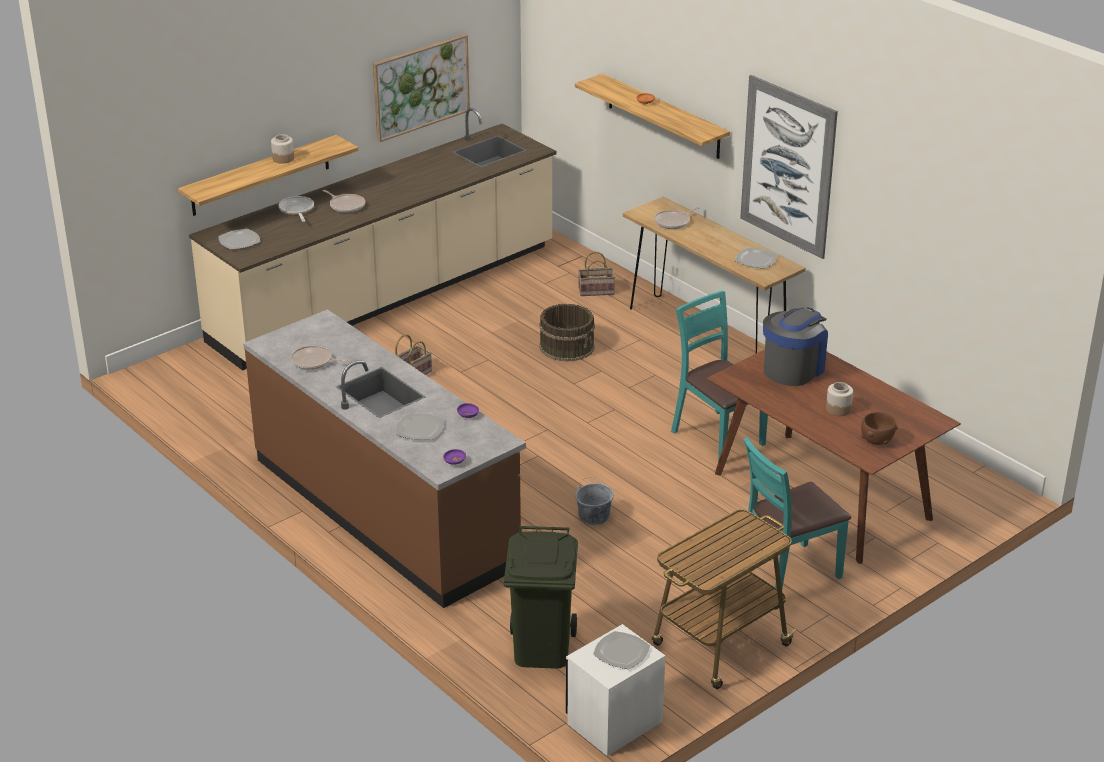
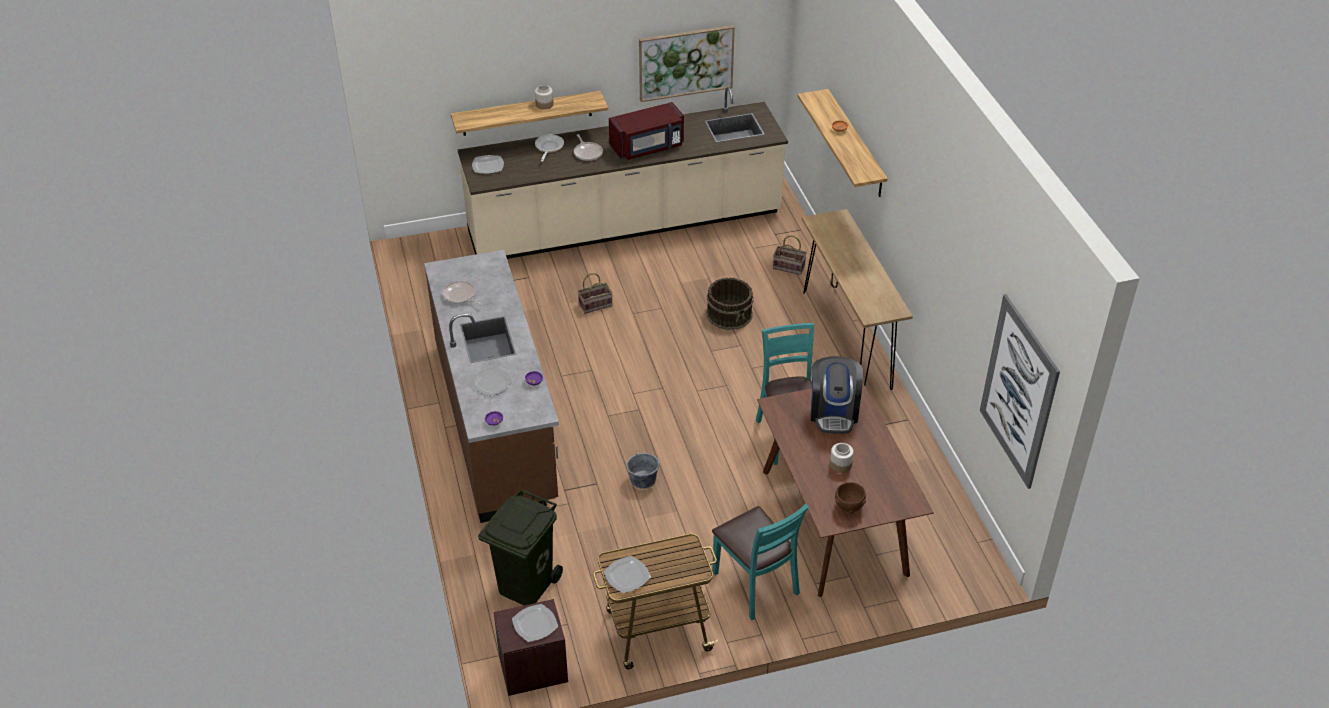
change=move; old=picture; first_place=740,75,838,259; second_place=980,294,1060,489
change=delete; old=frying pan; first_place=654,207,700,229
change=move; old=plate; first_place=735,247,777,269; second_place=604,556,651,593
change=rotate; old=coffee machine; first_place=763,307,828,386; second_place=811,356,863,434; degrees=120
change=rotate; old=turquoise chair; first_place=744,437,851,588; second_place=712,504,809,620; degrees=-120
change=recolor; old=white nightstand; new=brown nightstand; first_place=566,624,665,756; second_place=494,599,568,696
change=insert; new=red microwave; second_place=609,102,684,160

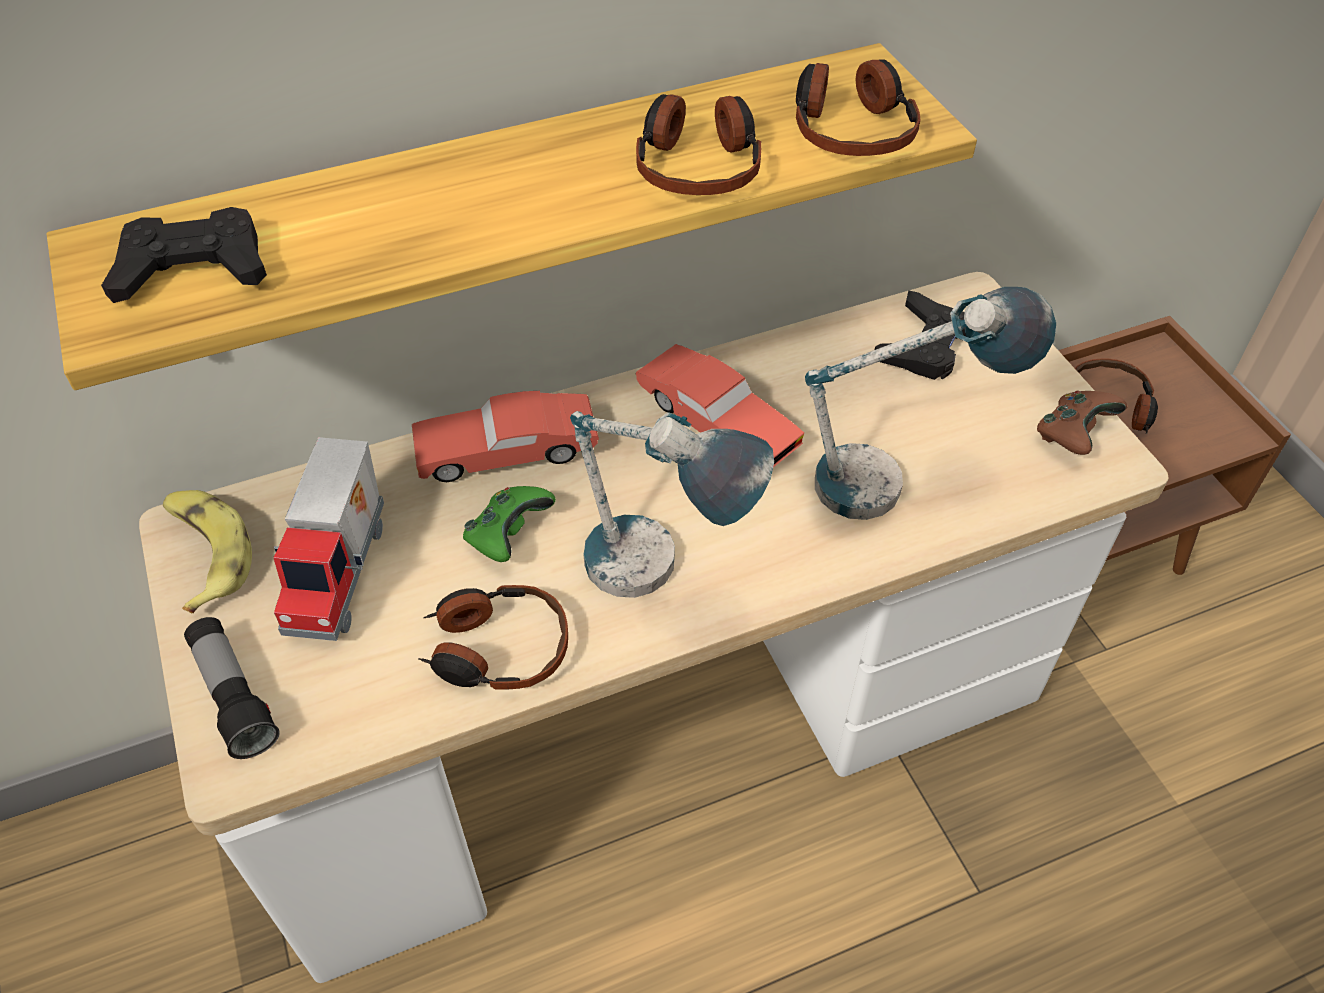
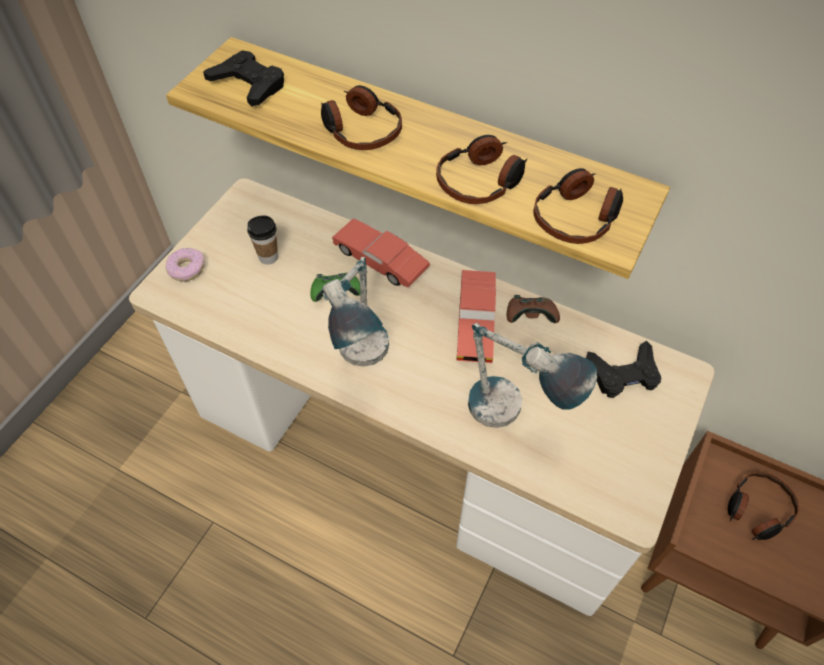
change=move; old=brown game controller; first_place=1037,391,1127,455; second_place=507,295,560,323
change=replace; old=toy truck; new=cup; first_place=273,437,384,641; second_place=247,215,278,265
change=delete; old=banana; first_place=163,490,252,613
change=move; old=headphones; first_place=418,585,568,690; second_place=321,85,402,150
change=replace; old=flashlight; new=donut; first_place=184,617,280,759; second_place=166,248,205,282

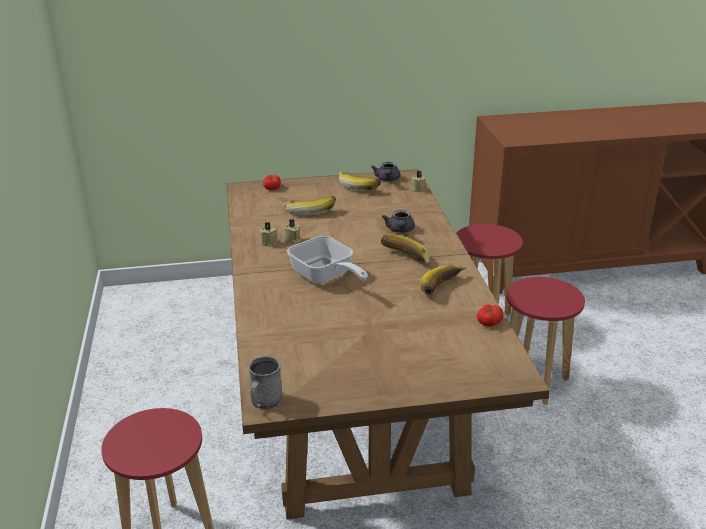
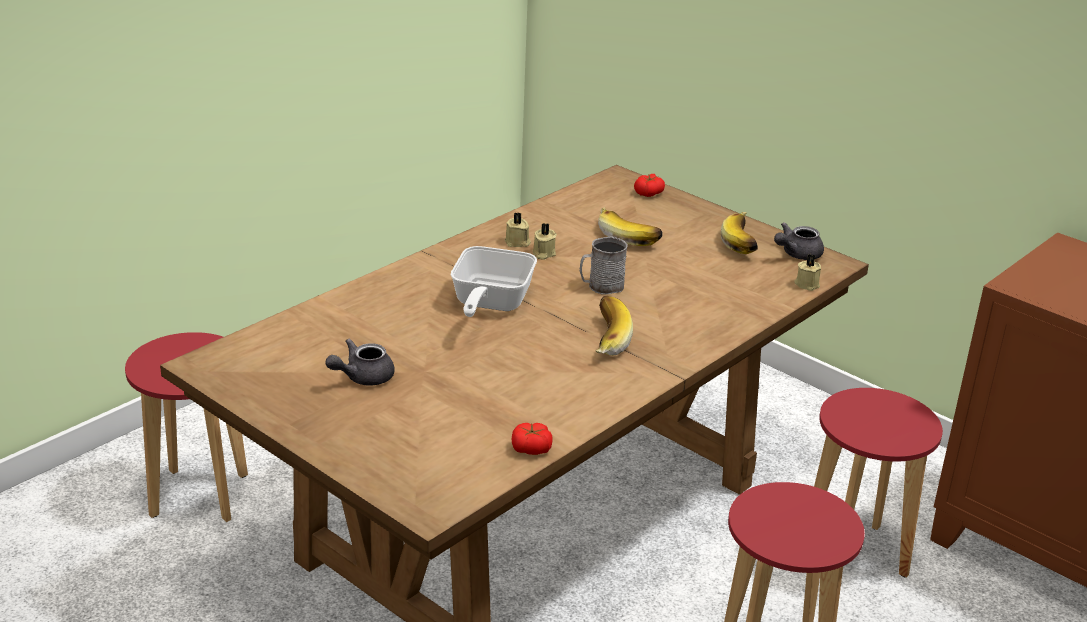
change=move; old=grey teapot; first_place=382,210,415,233; second_place=326,339,395,386
change=delete; old=banana; first_place=420,265,466,295
change=move; old=grey mug; first_place=248,356,282,410; second_place=580,236,628,294

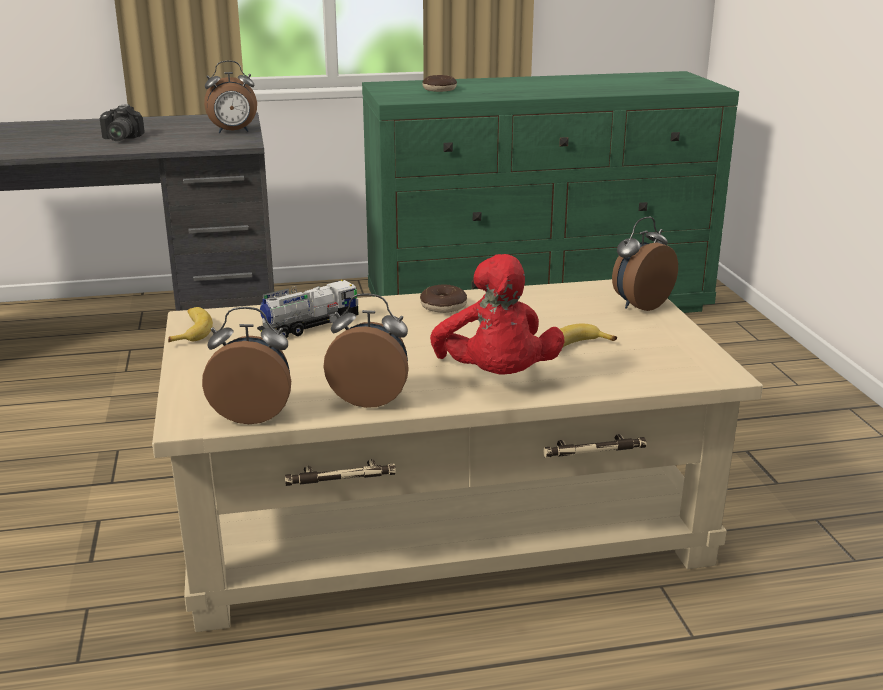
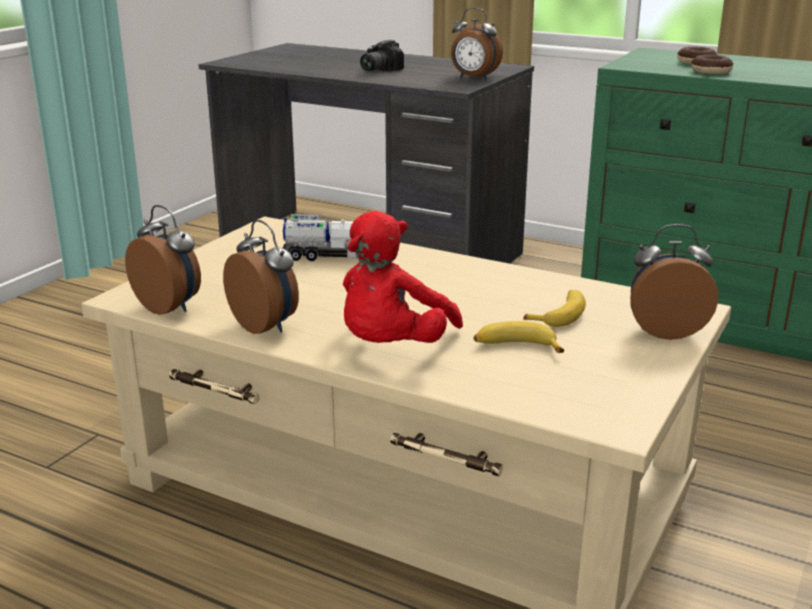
change=move; old=donut; first_place=420,284,467,313; second_place=691,55,733,74
change=move; old=banana; first_place=168,307,213,342; second_place=523,290,586,327

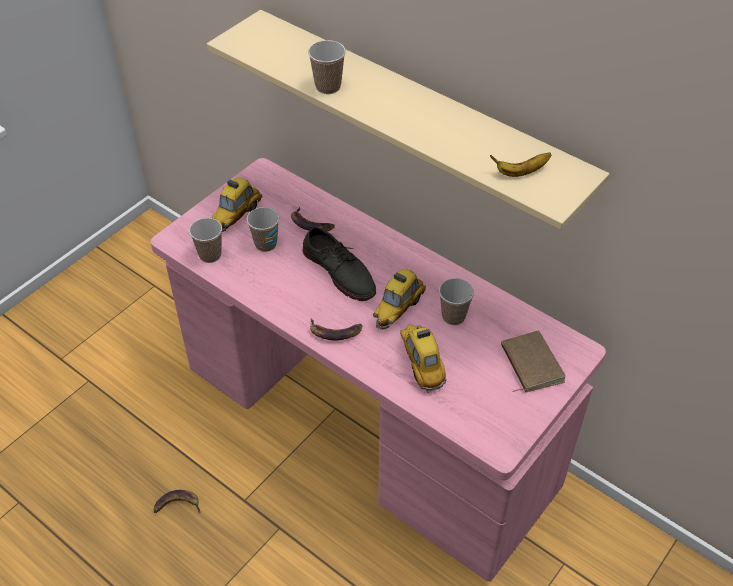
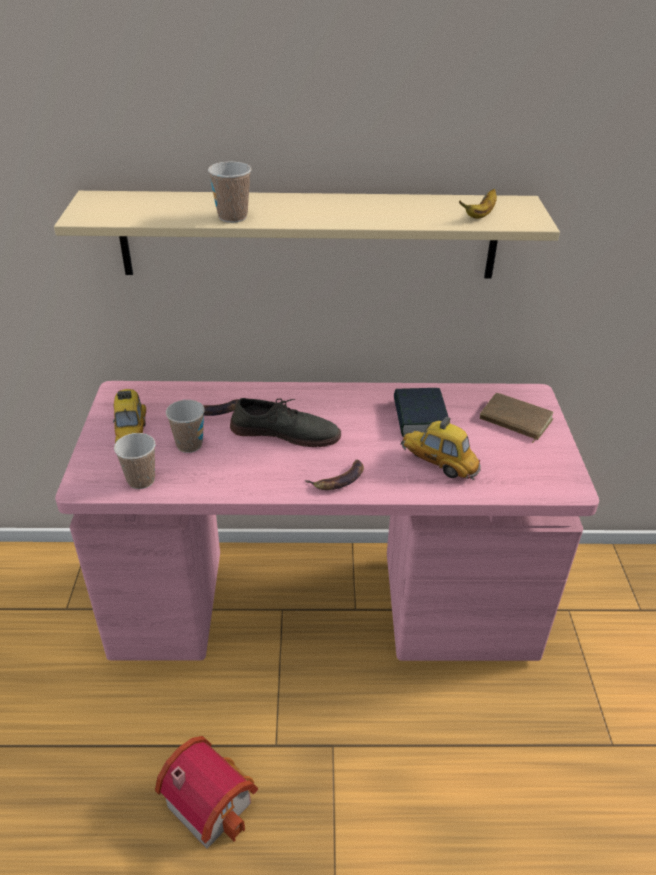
change=delete; old=toy car; first_place=373,269,426,330
change=replace; old=cup; new=book; first_place=439,278,474,325; second_place=394,388,448,436
change=replace; old=banana; new=toy house; first_place=154,490,201,513; second_place=155,736,258,849

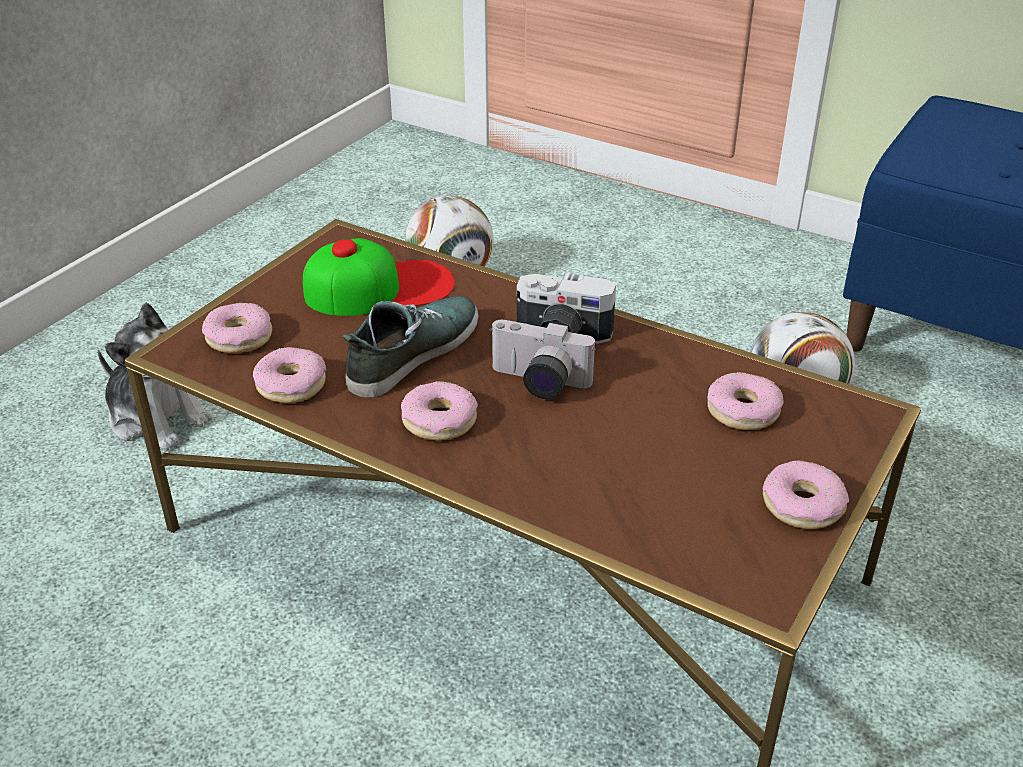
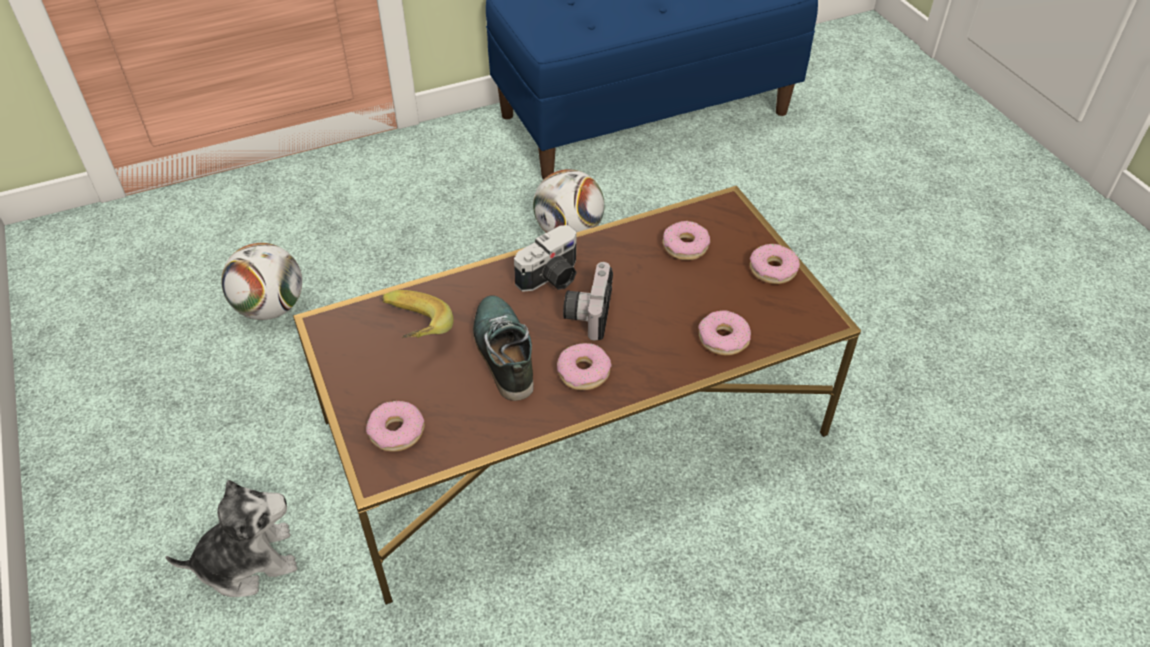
change=replace; old=cap; new=banana; first_place=303,238,455,316; second_place=382,290,454,338
change=rotate; old=photo camera; first_place=489,320,596,399; second_place=563,262,613,341; degrees=135
change=move; old=donut; first_place=253,347,326,403; second_place=698,310,751,355

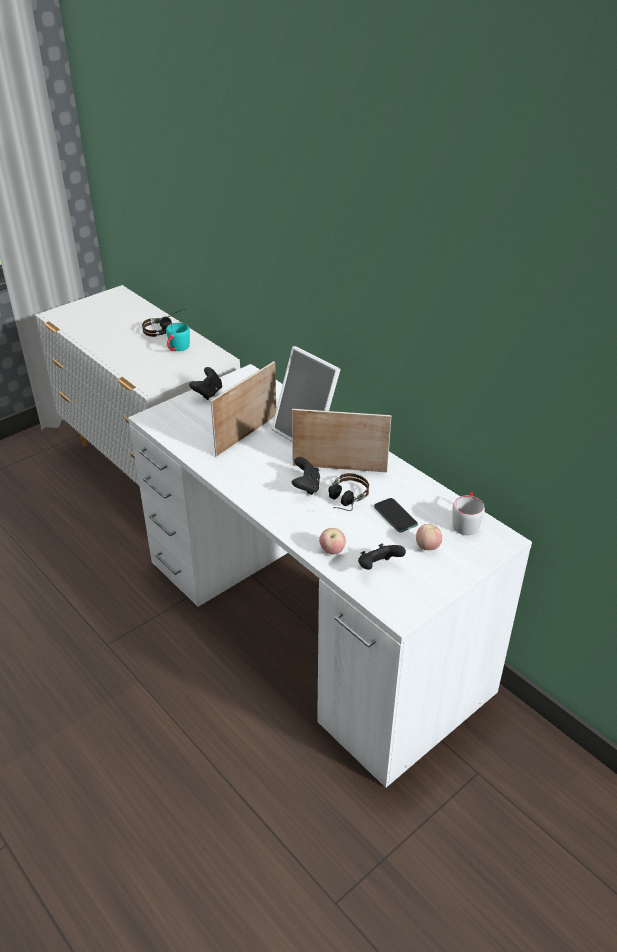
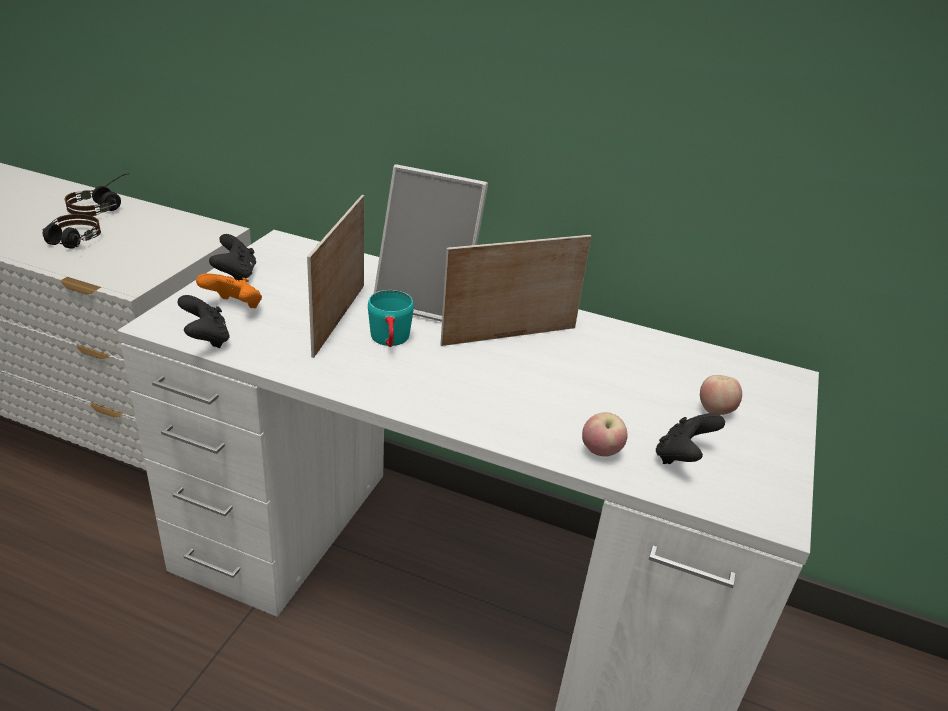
change=move; old=turquoise mug; first_place=166,322,190,351; second_place=368,290,414,347
change=move; old=black game controller; first_place=292,457,320,495; second_place=177,295,230,348
change=move; old=headphones; first_place=328,473,369,511; second_place=43,214,101,249
change=delete; old=grey mug; first_place=452,492,485,535
change=delete; old=phone; first_place=374,498,418,533
change=insert; new=orange game controller; second_place=196,273,262,308

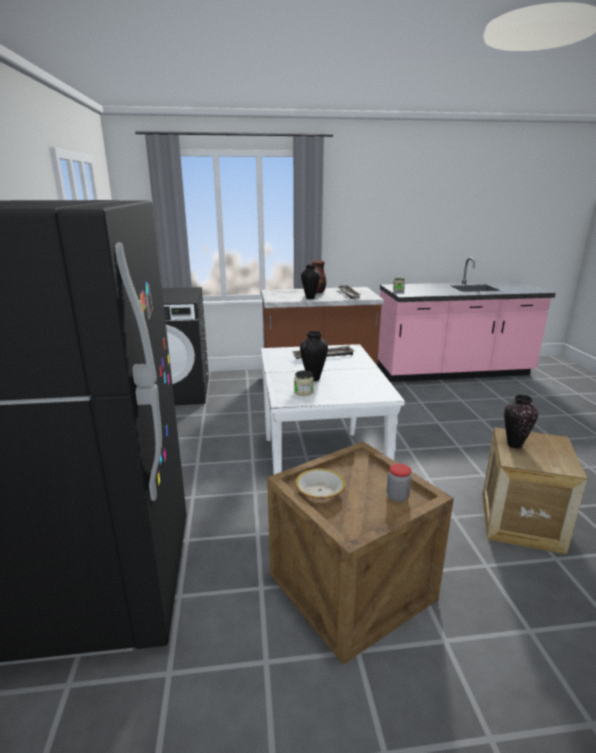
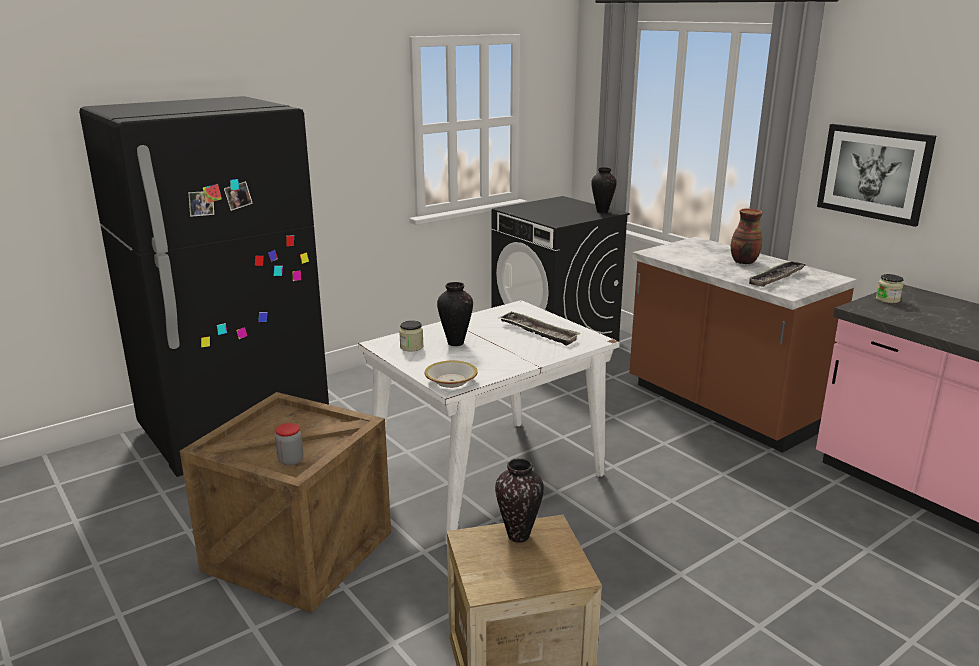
change=move; old=vase; first_place=301,265,320,299; second_place=591,167,617,213
change=move; old=bowl; first_place=295,469,346,500; second_place=425,361,478,388
change=insert; new=picture; second_place=817,124,936,227

